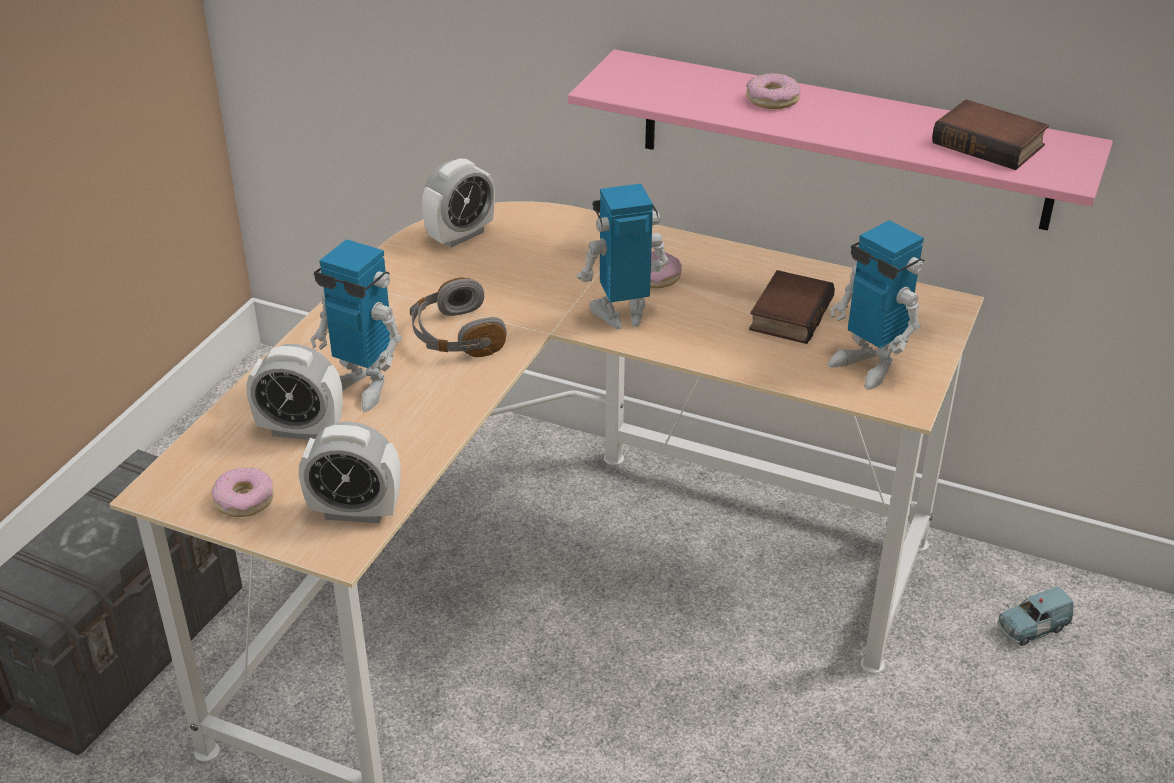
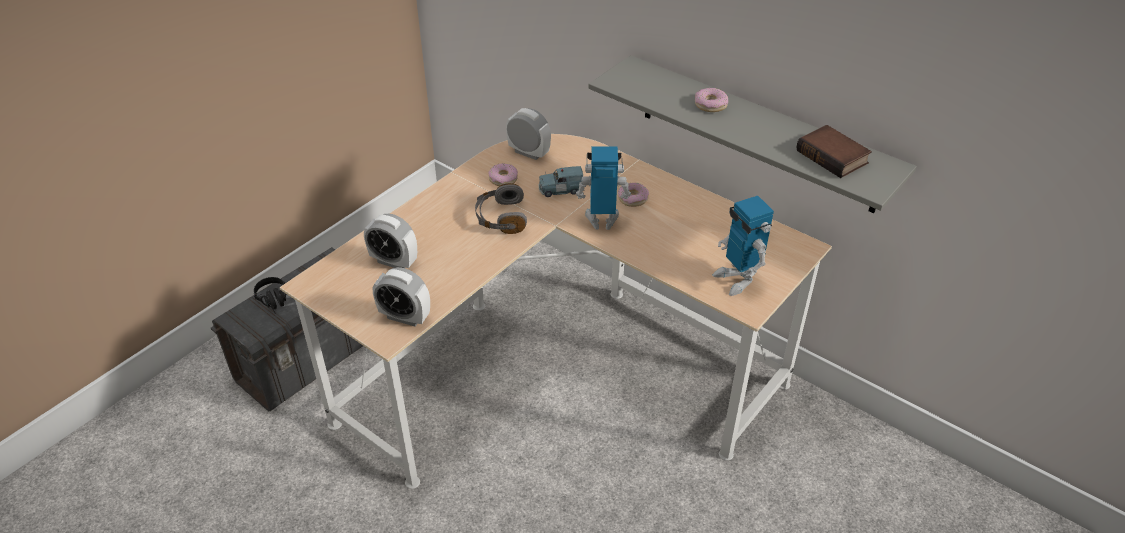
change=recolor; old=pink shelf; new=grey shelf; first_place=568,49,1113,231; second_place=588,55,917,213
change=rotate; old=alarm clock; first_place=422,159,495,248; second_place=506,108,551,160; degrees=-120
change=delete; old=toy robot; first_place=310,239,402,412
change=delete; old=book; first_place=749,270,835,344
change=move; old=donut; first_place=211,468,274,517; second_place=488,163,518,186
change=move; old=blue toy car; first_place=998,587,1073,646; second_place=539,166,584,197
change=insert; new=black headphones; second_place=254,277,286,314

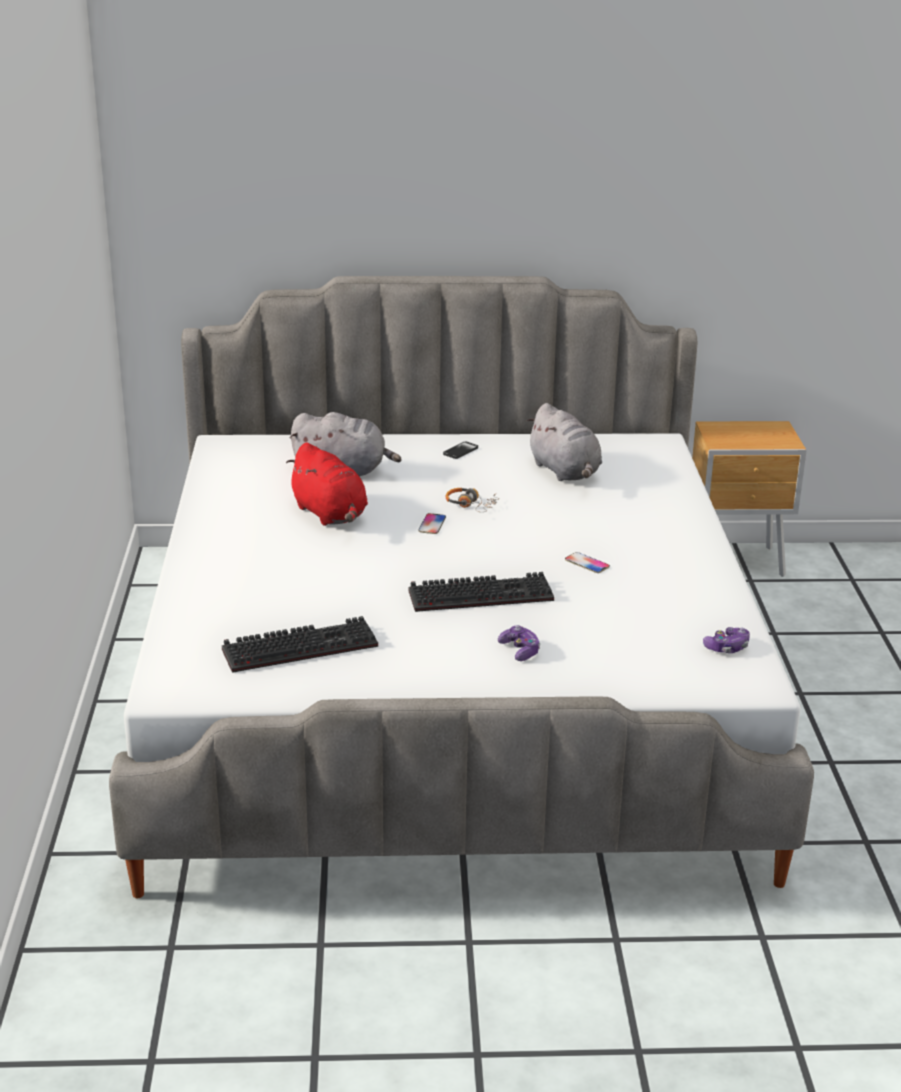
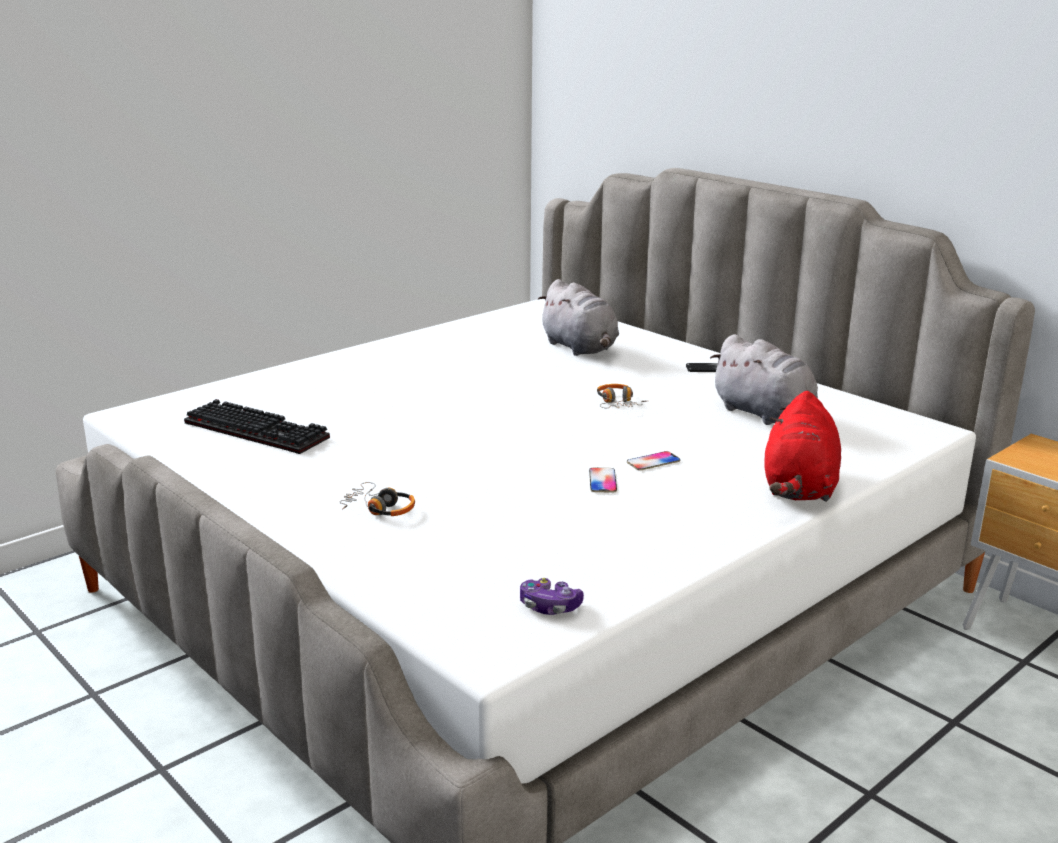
change=rotate; old=grey plush toy; first_place=526,403,602,481; second_place=710,334,818,425; degrees=-60
change=move; old=red plush toy; first_place=286,442,368,526; second_place=764,391,841,502
change=move; old=phone; first_place=418,513,446,534; second_place=627,451,680,470
change=delete; old=keyboard; first_place=408,572,554,612
change=replace; old=game controller; new=headphones; first_place=498,625,540,661; second_place=340,482,415,516

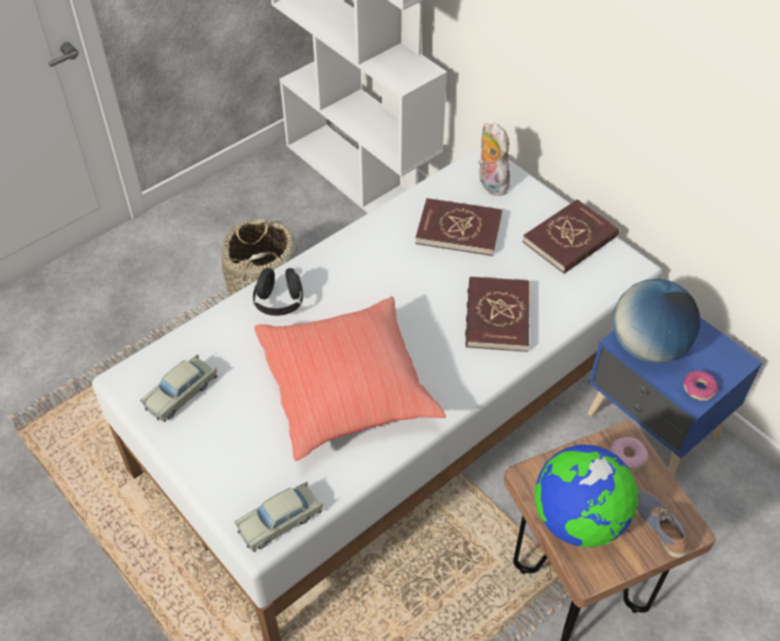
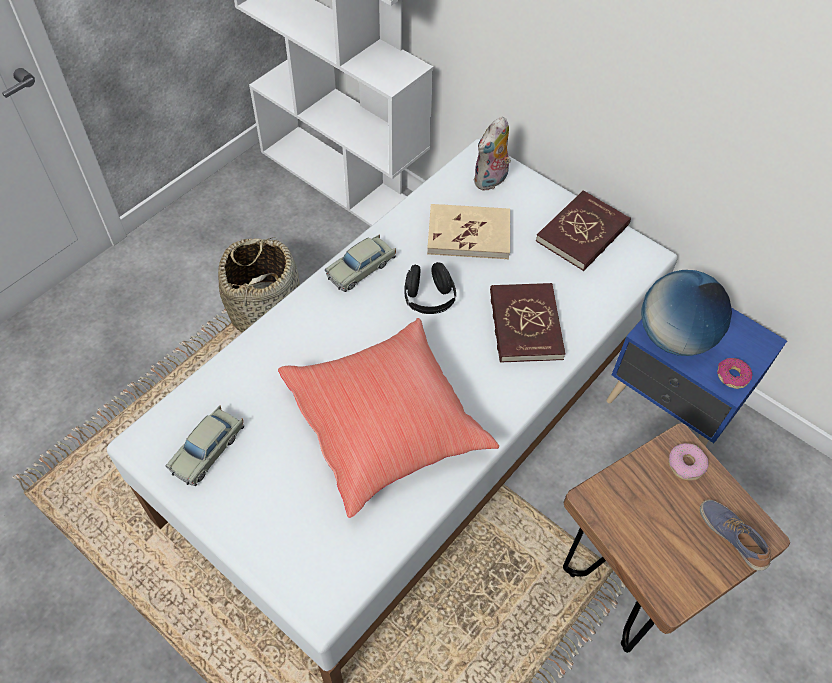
change=rotate; old=plush toy; first_place=478,123,510,196; second_place=473,117,511,191; degrees=-105
change=recolor; old=red book; new=beige book; first_place=415,198,502,256; second_place=427,204,510,259
change=move; old=black headphones; first_place=253,268,303,316; second_place=404,262,456,314
change=delete; old=globe; first_place=535,444,638,547
change=move; old=beige toy car; first_place=235,482,323,552; second_place=325,234,396,292

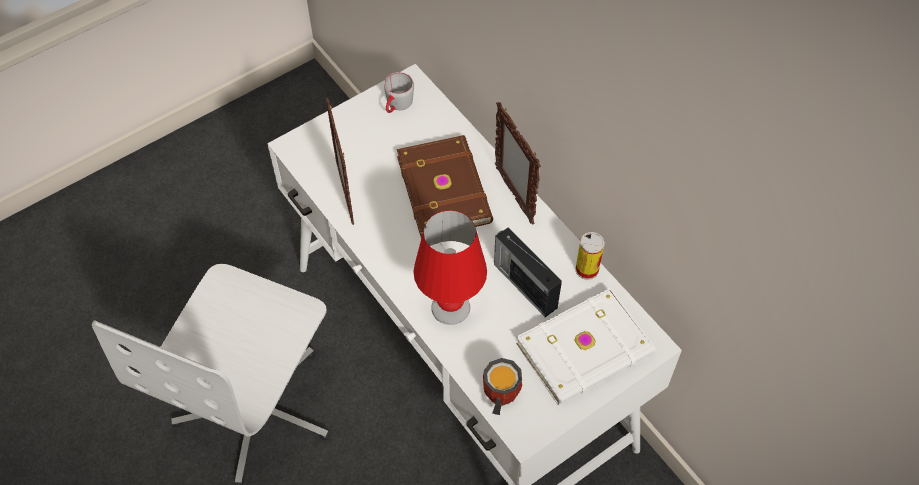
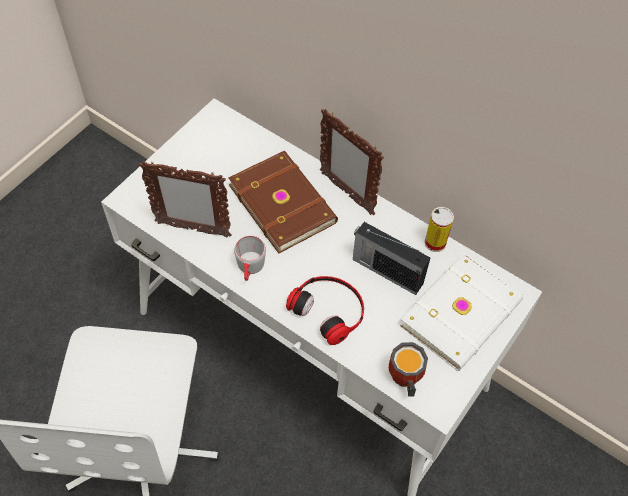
change=move; old=grey mug; first_place=384,72,414,113; second_place=234,235,266,281
change=rotate; old=picture frame; first_place=326,98,354,225; second_place=139,161,232,237; degrees=-45
change=replace; old=red table lamp; new=headphones; first_place=413,210,487,325; second_place=286,276,364,345

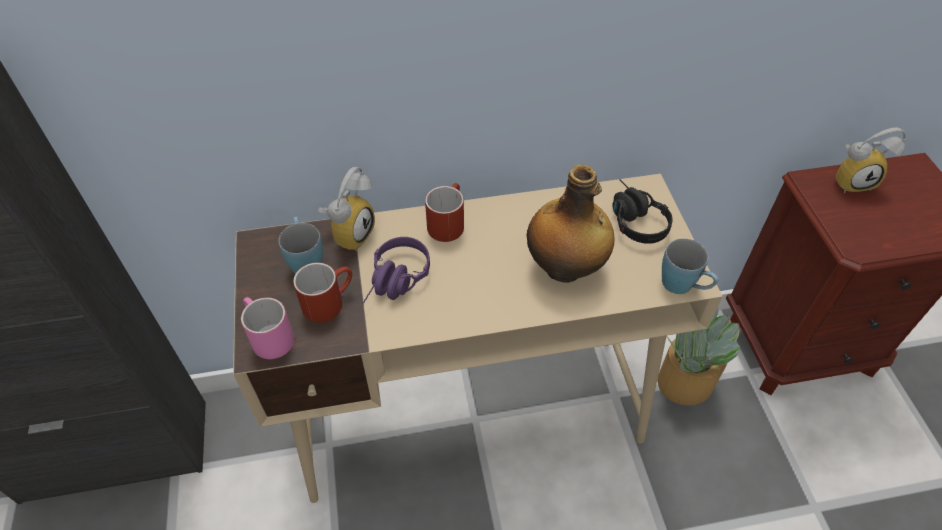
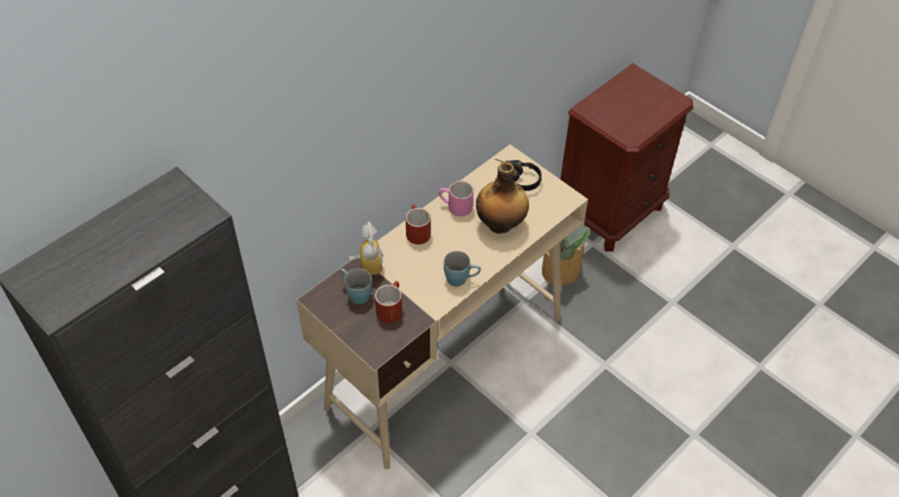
change=delete; old=alarm clock; first_place=836,127,906,193
change=delete; old=purple headphones; first_place=362,237,430,304
change=move; old=blue mug; first_place=662,238,718,294; second_place=444,251,481,286
change=move; old=pink mug; first_place=241,297,294,359; second_place=439,181,474,217

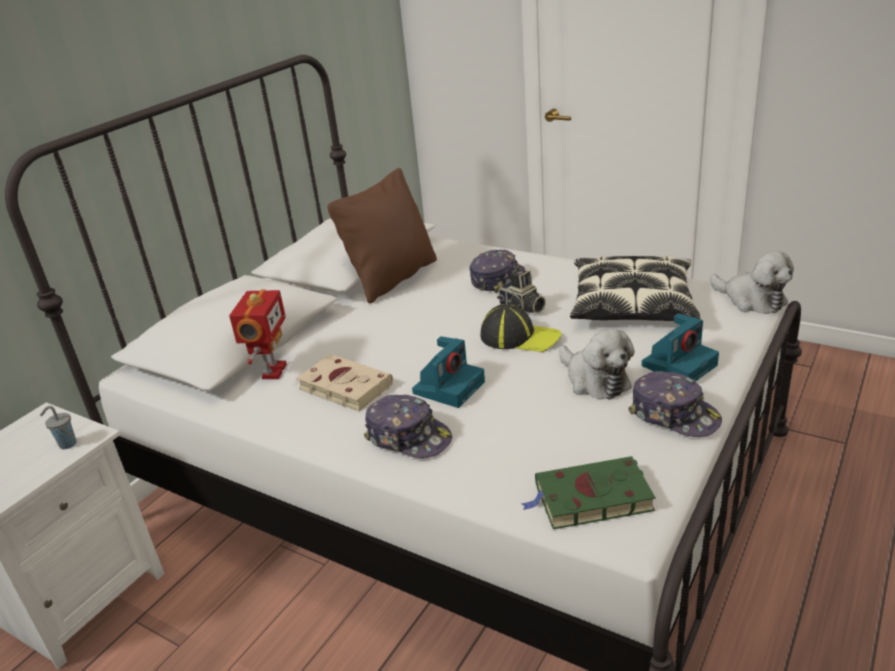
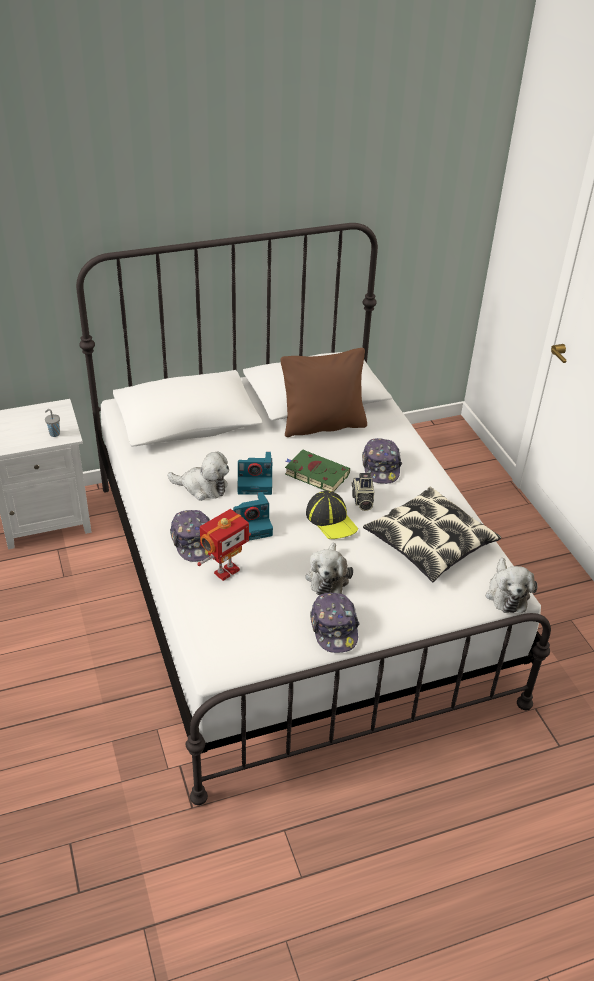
change=rotate; old=cap; first_place=469,250,525,293; second_place=362,438,402,484; degrees=105
change=move; old=toy robot; first_place=229,289,287,379; second_place=197,509,251,581
change=move; old=photo camera; first_place=642,313,719,382; second_place=237,452,272,495
change=replace; old=beige book; new=plush toy; first_place=296,354,393,411; second_place=167,451,229,501
change=move; old=green book; first_place=522,456,656,529; second_place=285,449,350,492

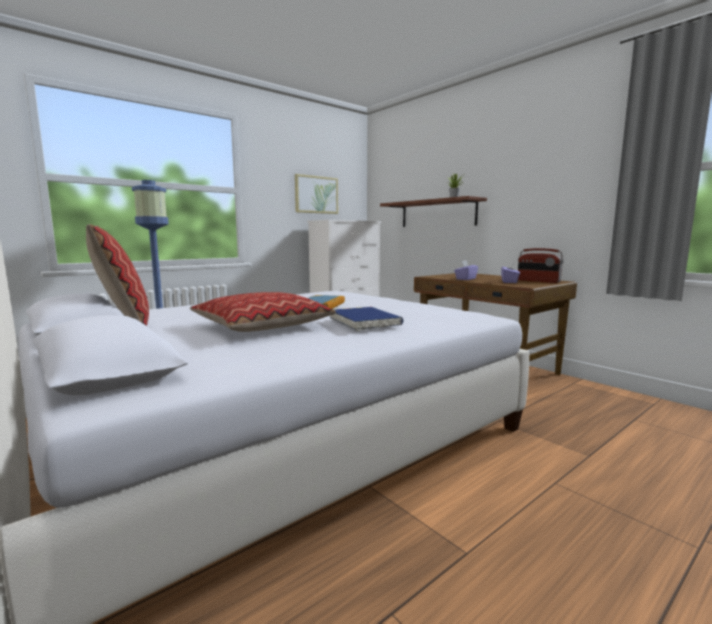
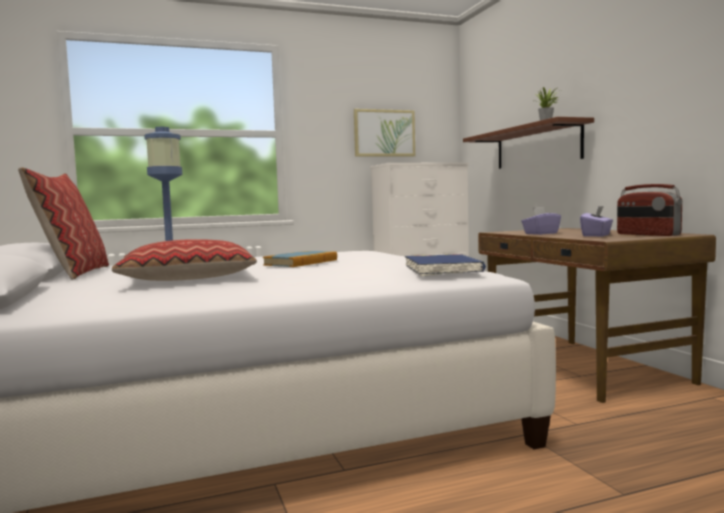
change=move; old=blue book; first_place=330,307,403,331; second_place=405,254,486,276

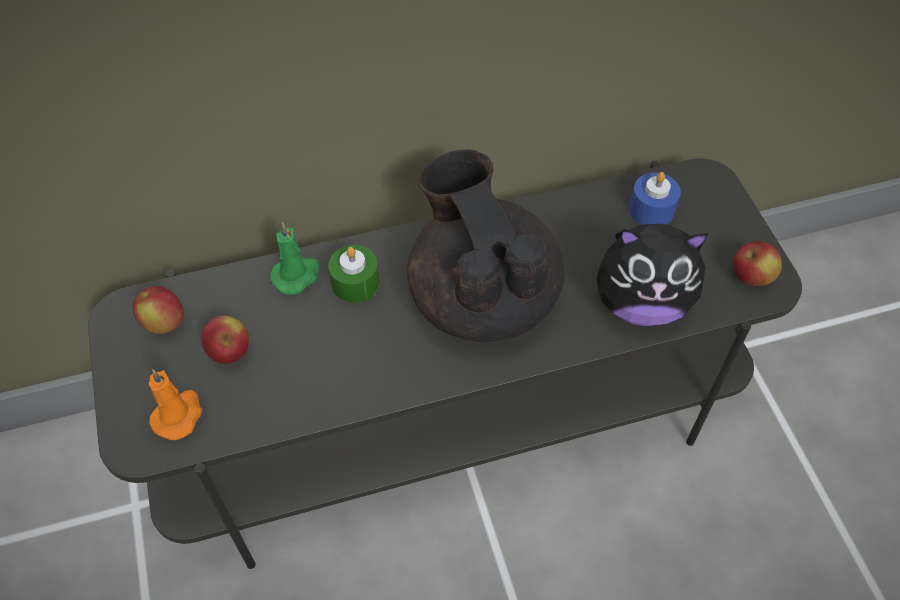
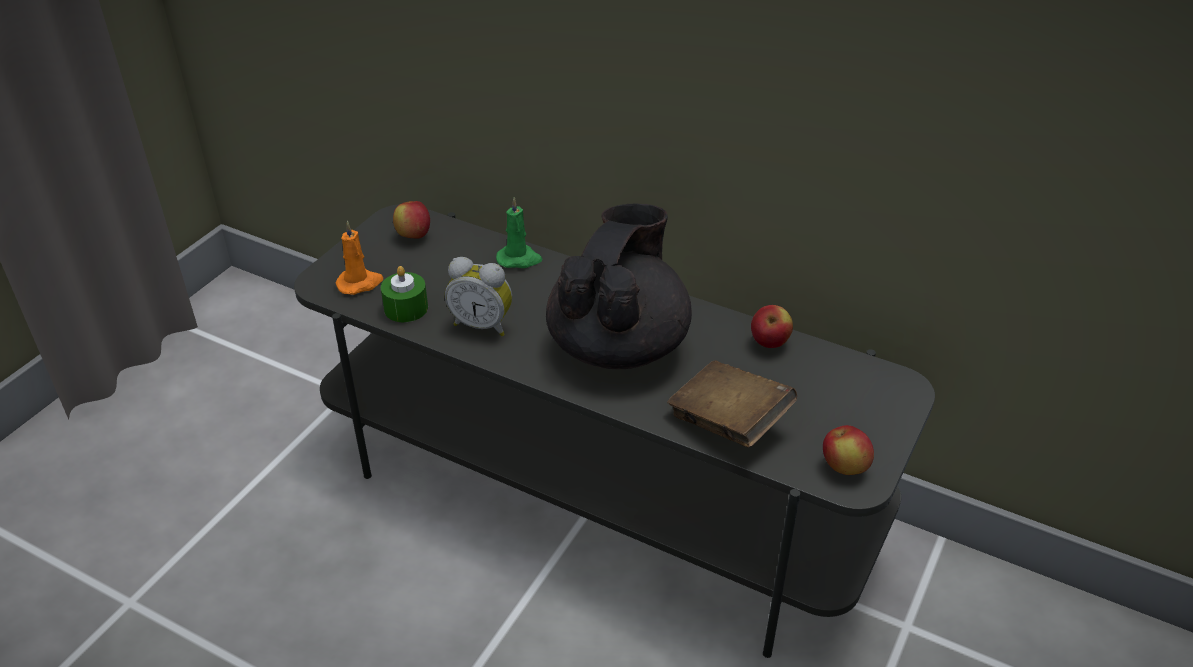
change=delete; old=blue candle; first_place=629,172,681,225
change=replace; old=plush toy; new=brown book; first_place=597,224,709,326; second_place=667,361,797,448
change=move; old=green candle; first_place=328,245,379,303; second_place=381,266,428,322
change=move; old=apple; first_place=201,315,249,364; second_place=751,305,793,348
change=insert; new=alarm clock; second_place=445,257,512,336

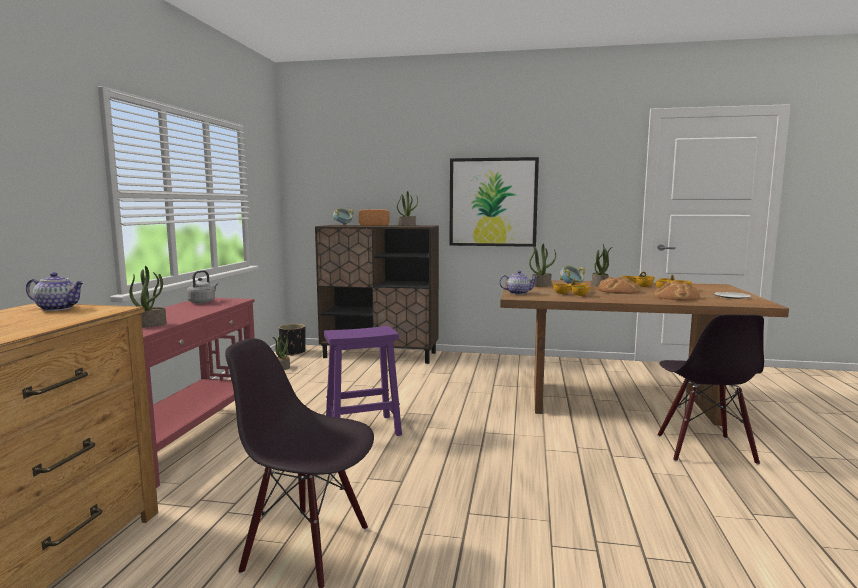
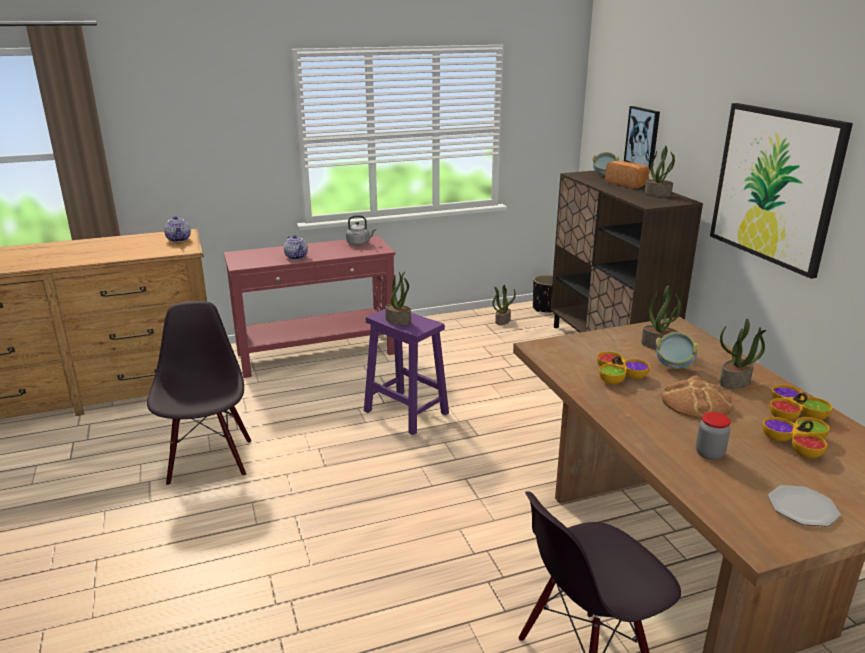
change=move; old=potted plant; first_place=129,266,167,328; second_place=385,271,411,325
change=move; old=teapot; first_place=499,271,538,295; second_place=284,235,308,260
change=replace; old=bread; new=jar; first_place=653,281,700,301; second_place=696,412,731,460
change=insert; new=picture; second_place=624,106,660,169

